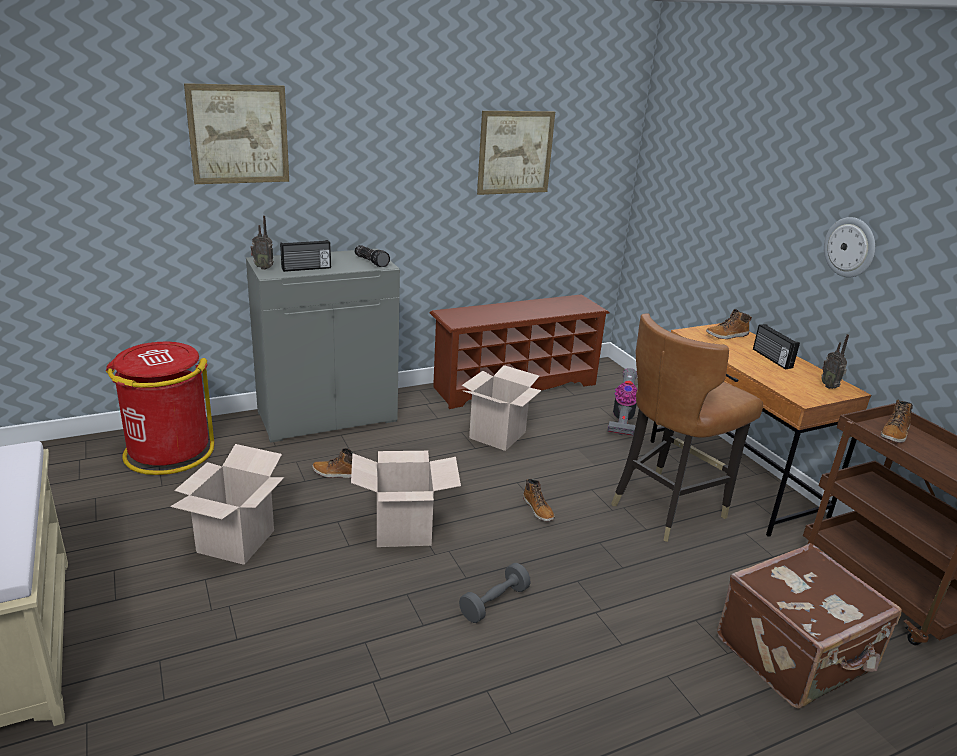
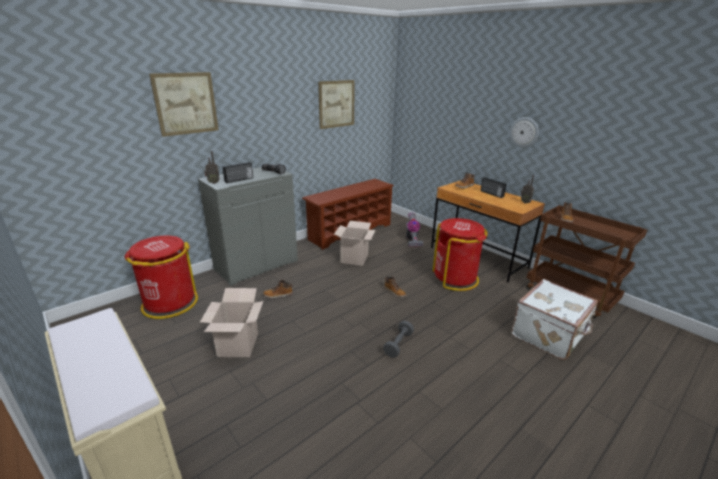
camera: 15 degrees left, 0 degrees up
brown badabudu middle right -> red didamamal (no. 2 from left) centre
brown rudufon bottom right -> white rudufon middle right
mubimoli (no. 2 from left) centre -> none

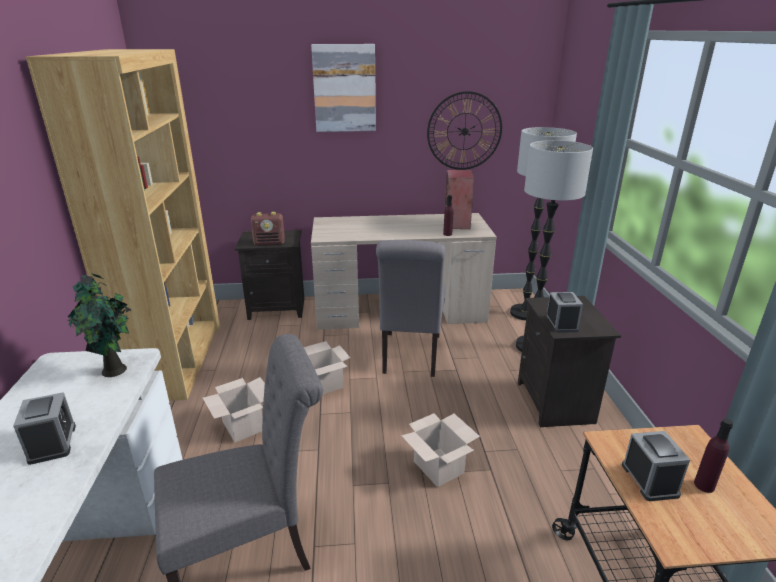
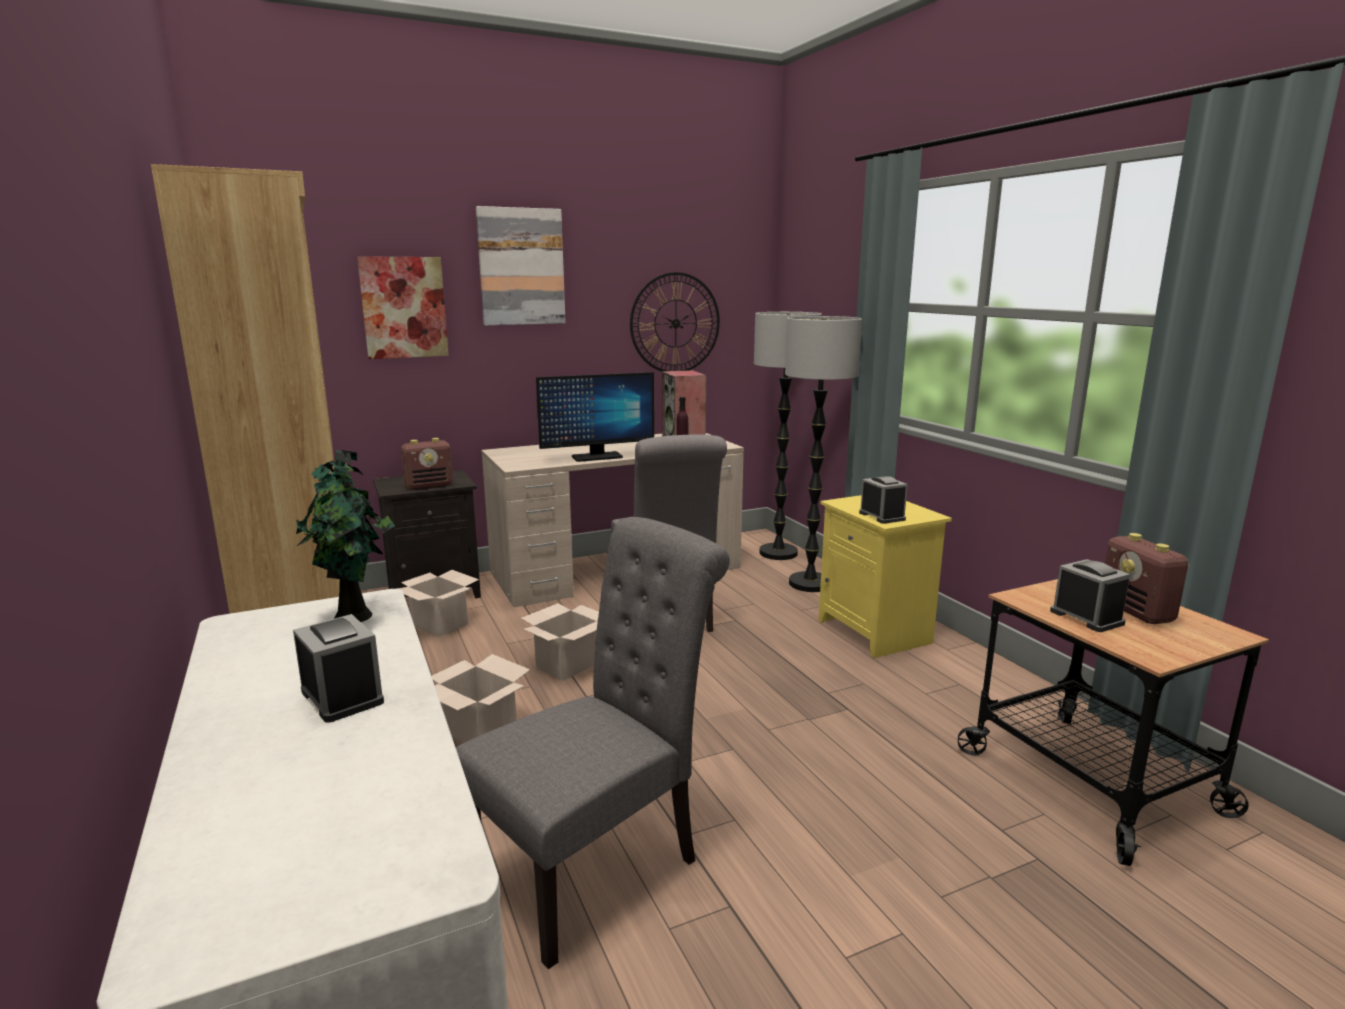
camera: 20 degrees left, 10 degrees down
none -> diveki (no. 1 from left) top left
mubimoli (no. 3 from left in the first image) bottom centre -> mubimoli (no. 1 from left) middle left, relocated
none -> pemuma centre
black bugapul (no. 2 from left) middle right -> yellow bugapul centre
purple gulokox (no. 2 from left) bottom right -> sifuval (no. 2 from left) middle right

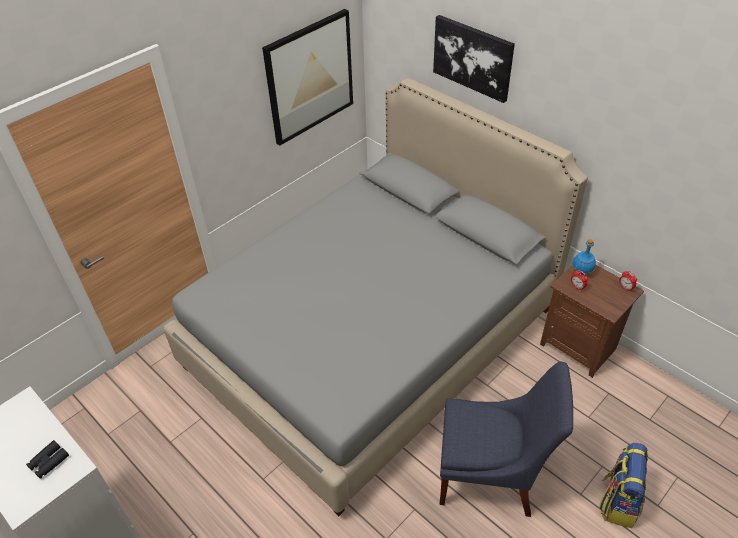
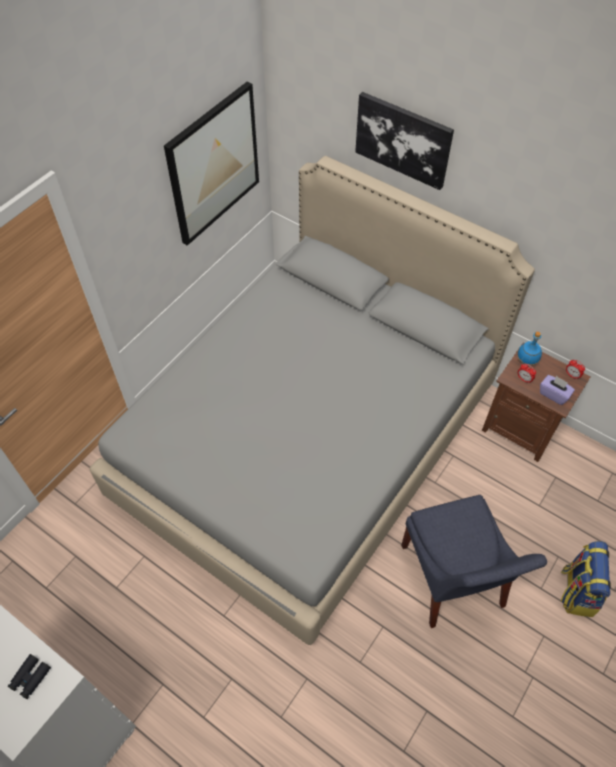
camera: 10 degrees left, 10 degrees up
blue badabudu bottom right, 75 degrees clockwise
none -> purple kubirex middle right

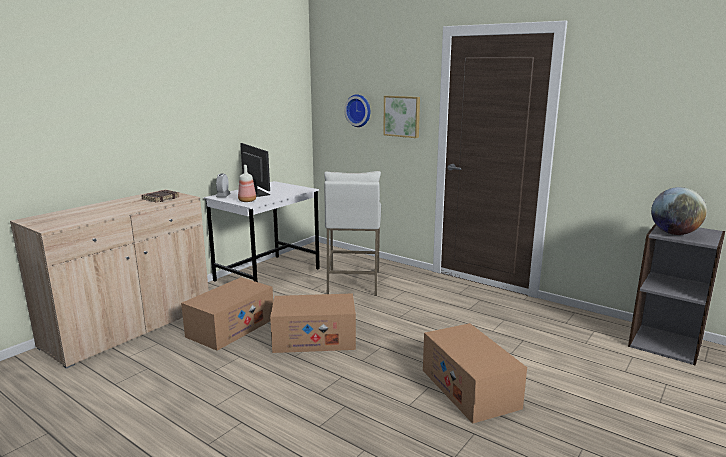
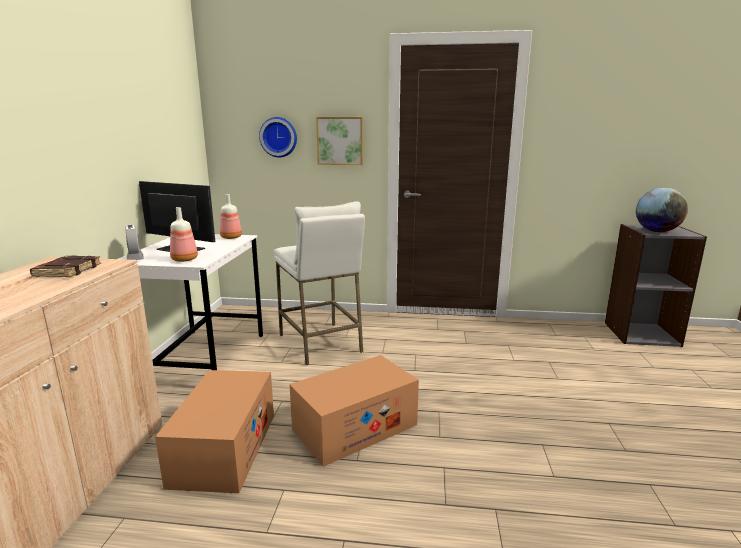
camera: 30 degrees left, 0 degrees up
none -> gulokox (no. 2 from left) middle left
mubimoli (no. 3 from left) bottom centre -> none

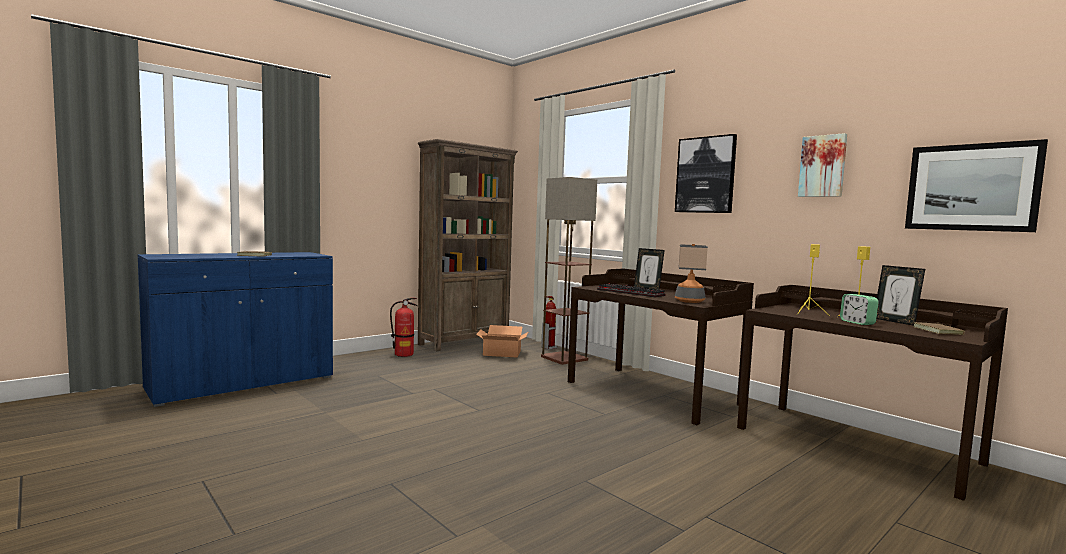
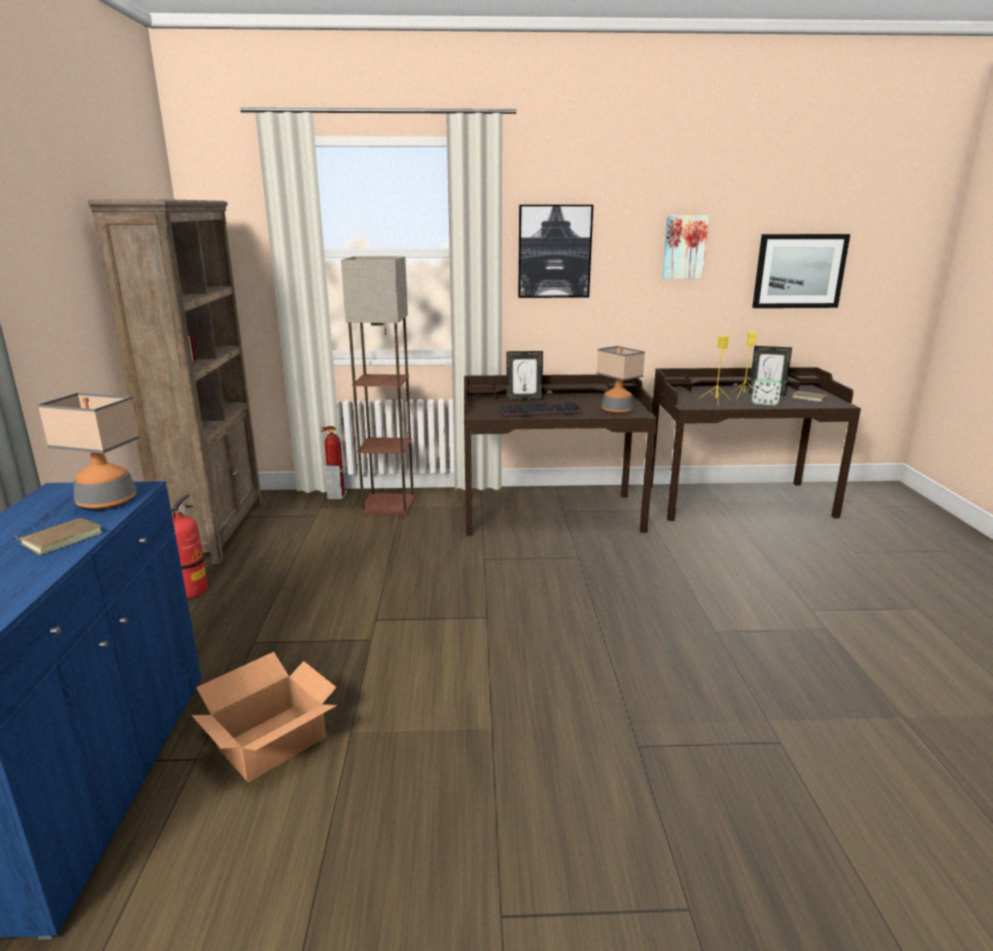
camera: 50 degrees left, 15 degrees up
none -> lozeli (no. 1 from left) middle left
mubimoli centre -> mubimoli bottom left, relocated

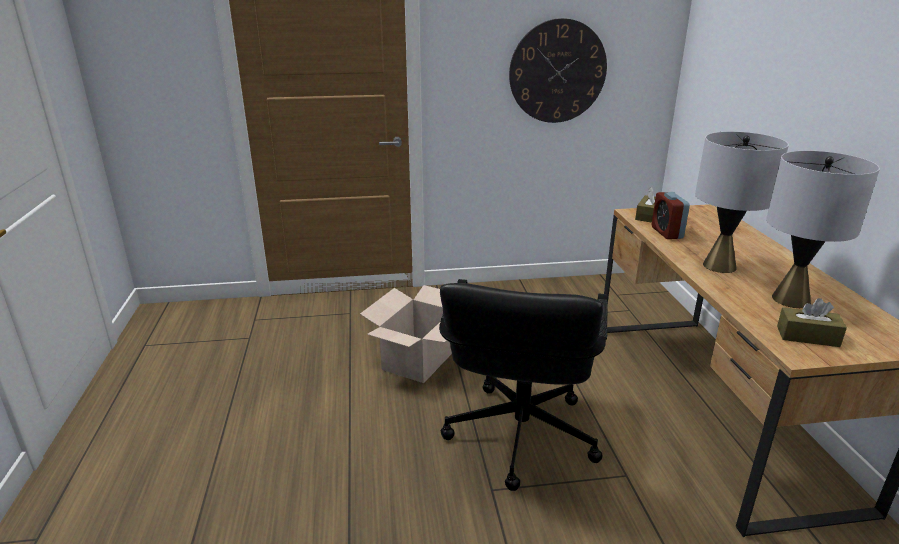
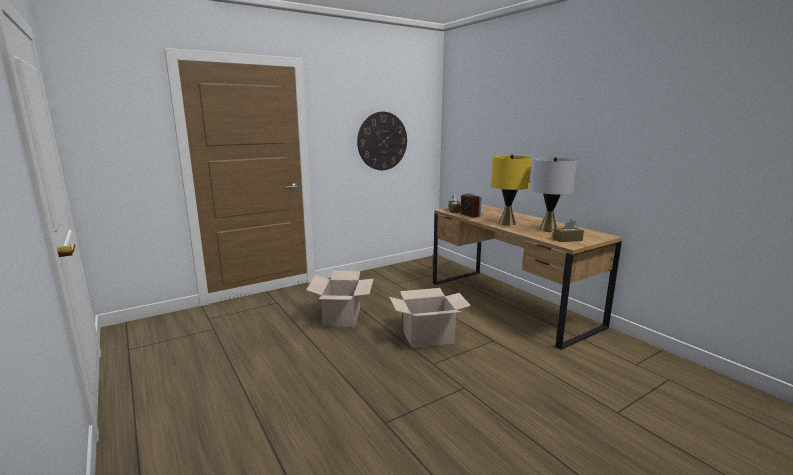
camera: 25 degrees left, 10 degrees down
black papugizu bottom centre -> mubimoli (no. 2 from left) bottom centre
grey lozeli (no. 1 from left) middle right -> yellow lozeli centre

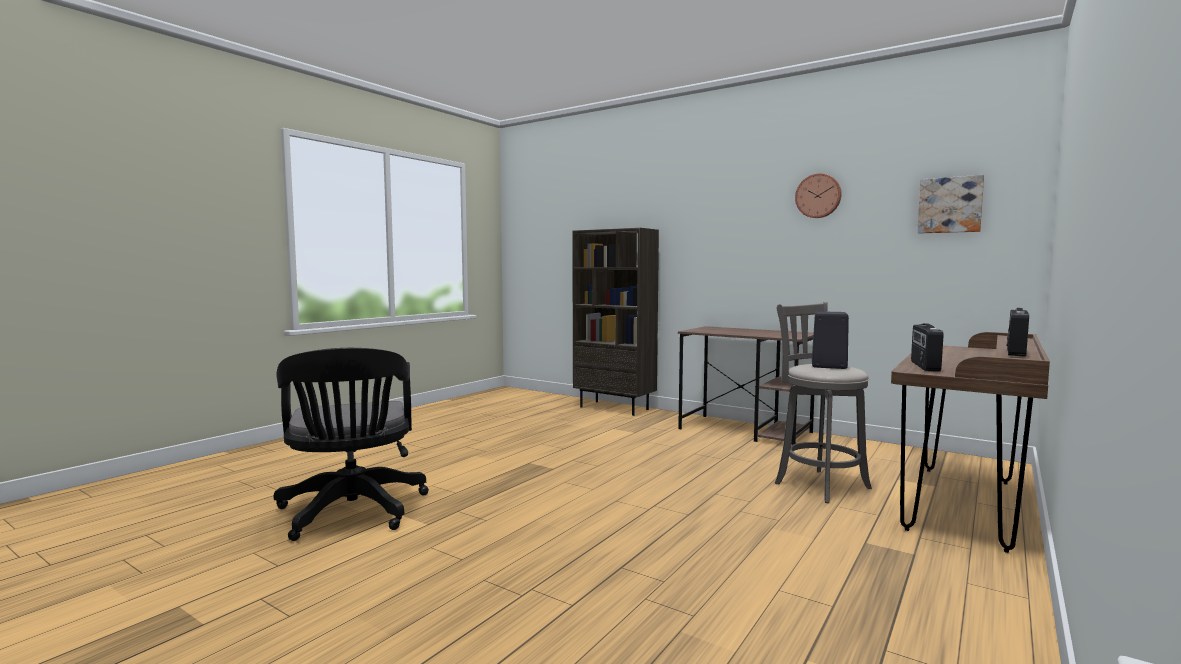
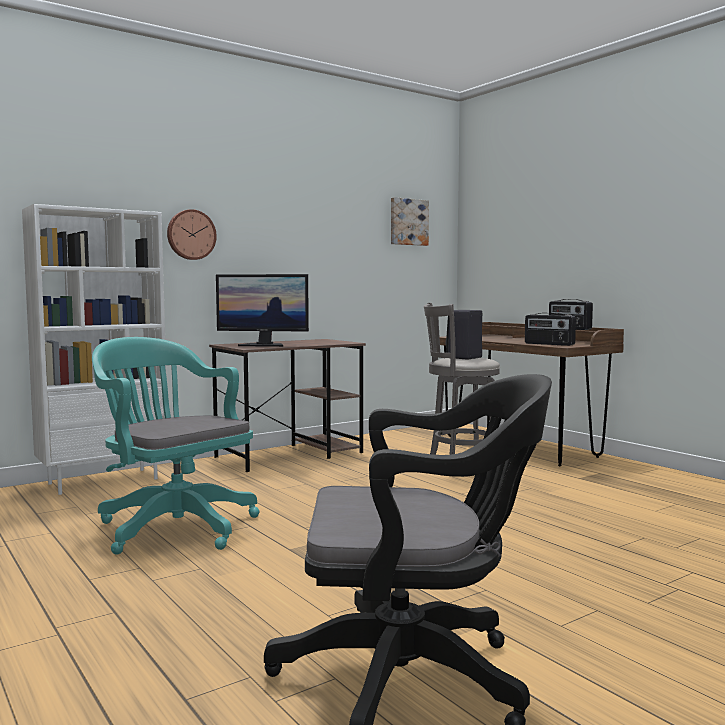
camera: 70 degrees left, 0 degrees up
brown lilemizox centre -> white lilemizox middle left
none -> turquoise papugizu middle left
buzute top right -> buzute top left, relocated
none -> pemuma centre

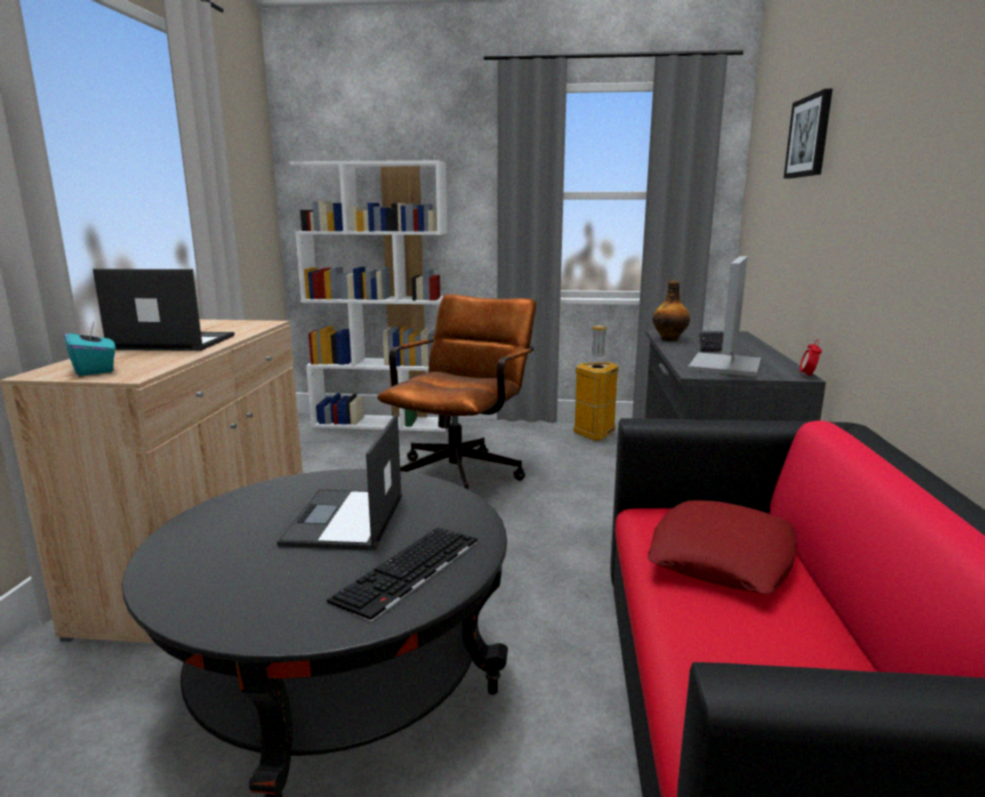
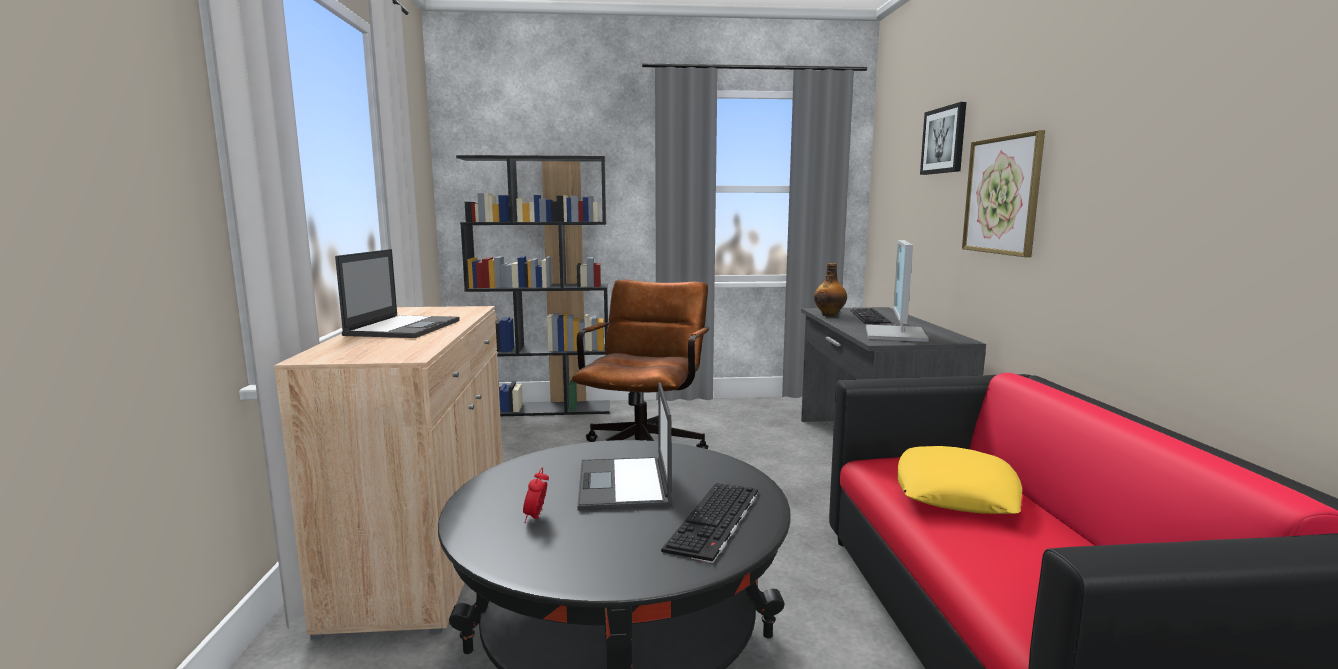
camera: 10 degrees left, 5 degrees down
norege (no. 1 from left) middle left, 105 degrees clockwise
white lilemizox centre -> black lilemizox centre
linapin middle right -> linapin bottom centre, relocated
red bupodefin bottom right -> yellow bupodefin bottom right
none -> diveki (no. 2 from left) top right
turquoise kubirex middle left -> none
didamamal centre -> none

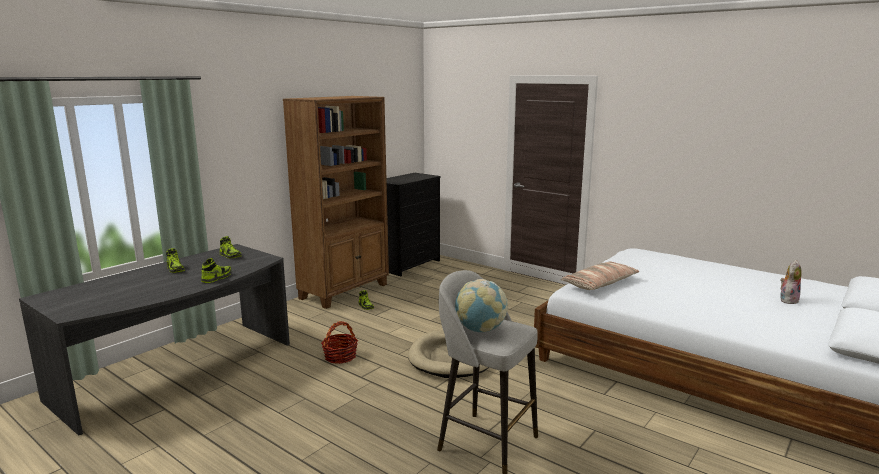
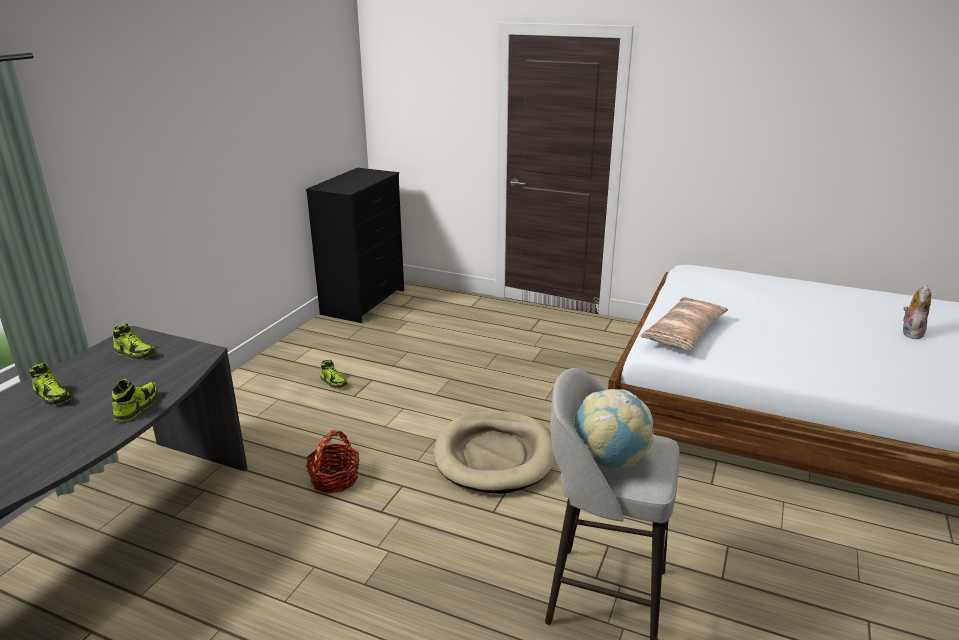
camera: 15 degrees left, 10 degrees up
brown lilemizox centre -> none

